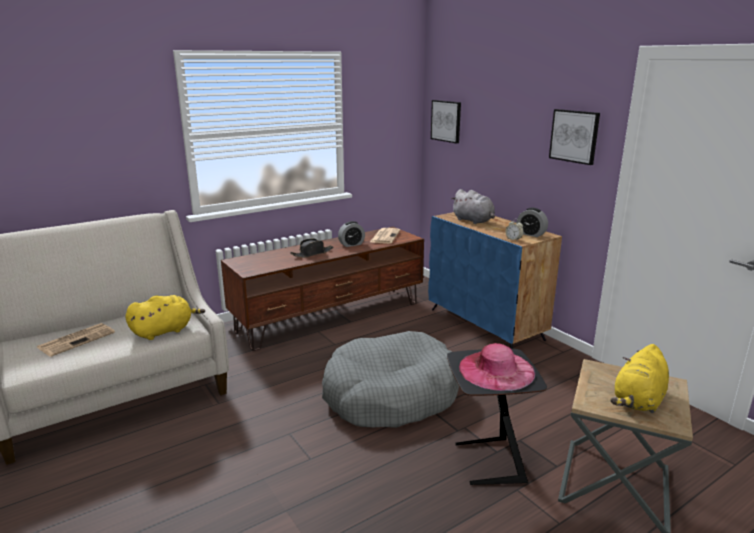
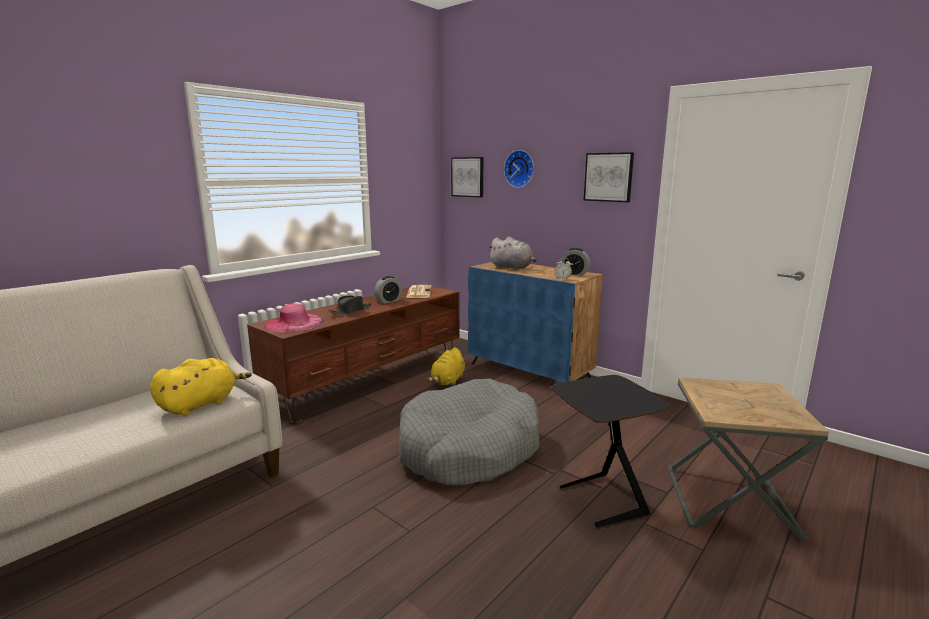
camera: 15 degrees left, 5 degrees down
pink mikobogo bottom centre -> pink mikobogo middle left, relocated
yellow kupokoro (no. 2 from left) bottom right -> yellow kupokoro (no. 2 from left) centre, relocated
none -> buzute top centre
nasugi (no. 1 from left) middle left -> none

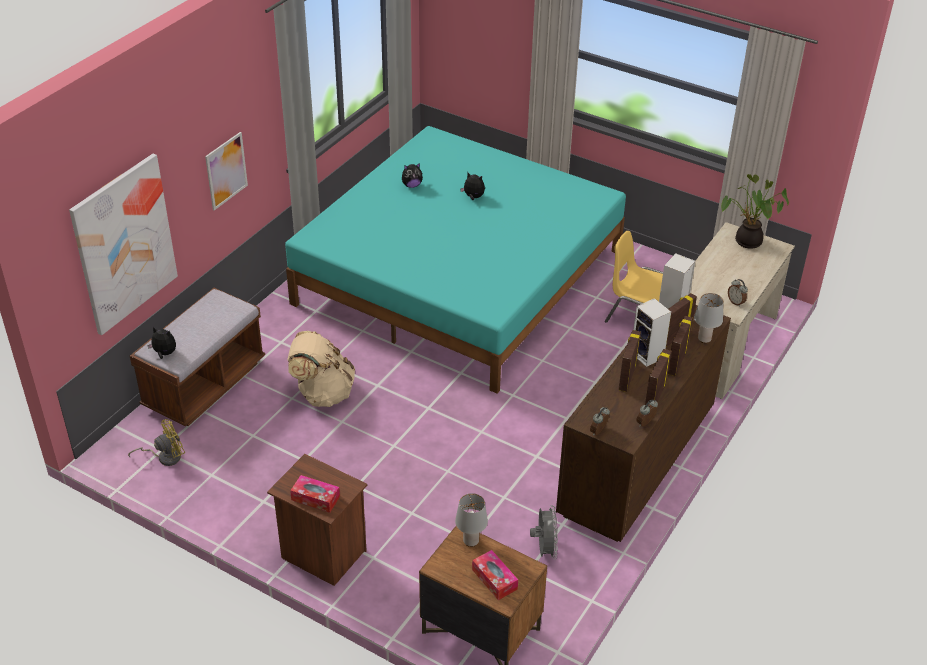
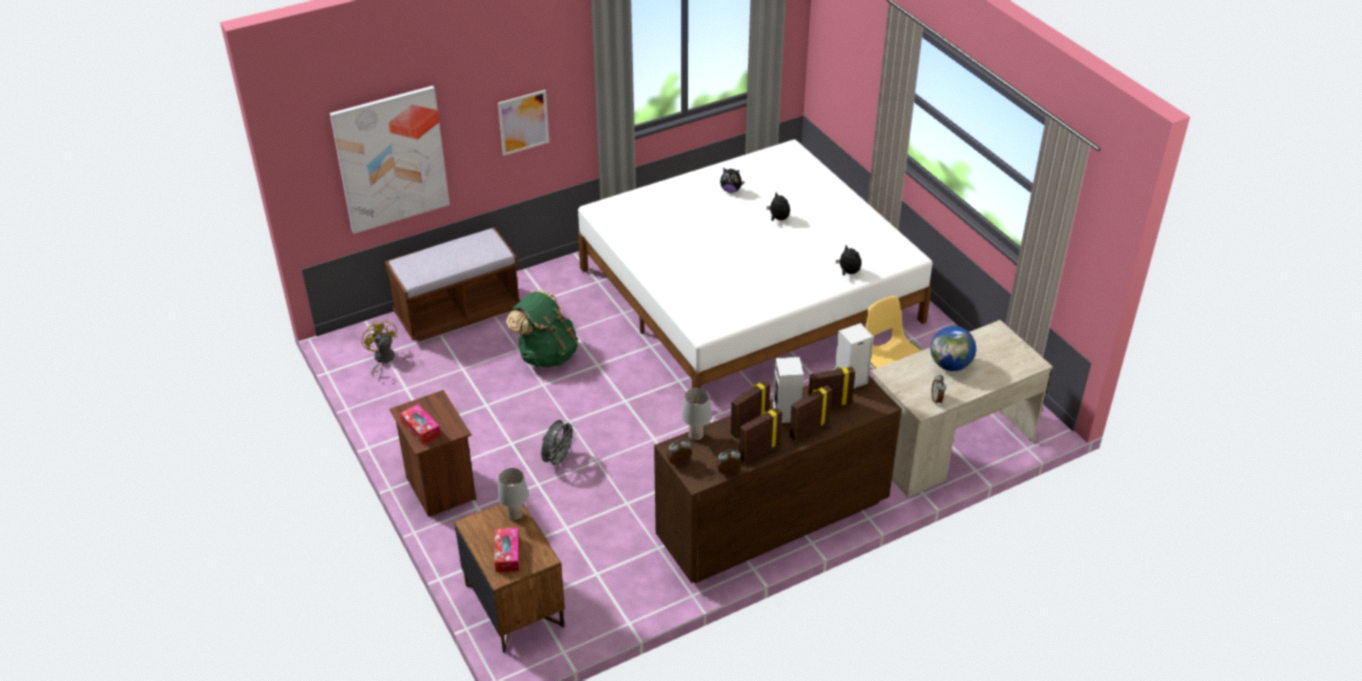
camera: 30 degrees right, 0 degrees up
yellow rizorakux middle left, 120 degrees counterclockwise
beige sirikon centre -> green sirikon centre
grey rizorakux bottom centre -> grey rizorakux centre, relocated
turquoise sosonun centre -> white sosonun centre
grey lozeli (no. 2 from left) middle right -> grey lozeli (no. 2 from left) centre, relocated
kupokoro (no. 1 from left in the first image) middle left -> kupokoro (no. 3 from left) centre, relocated
none -> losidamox middle right
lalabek top right -> none

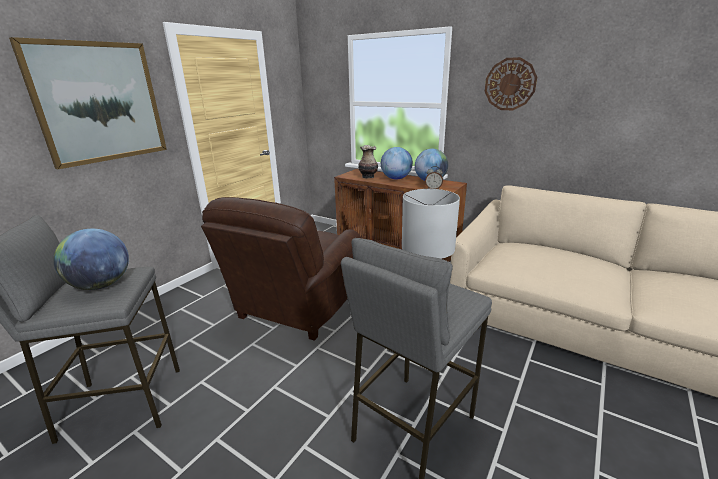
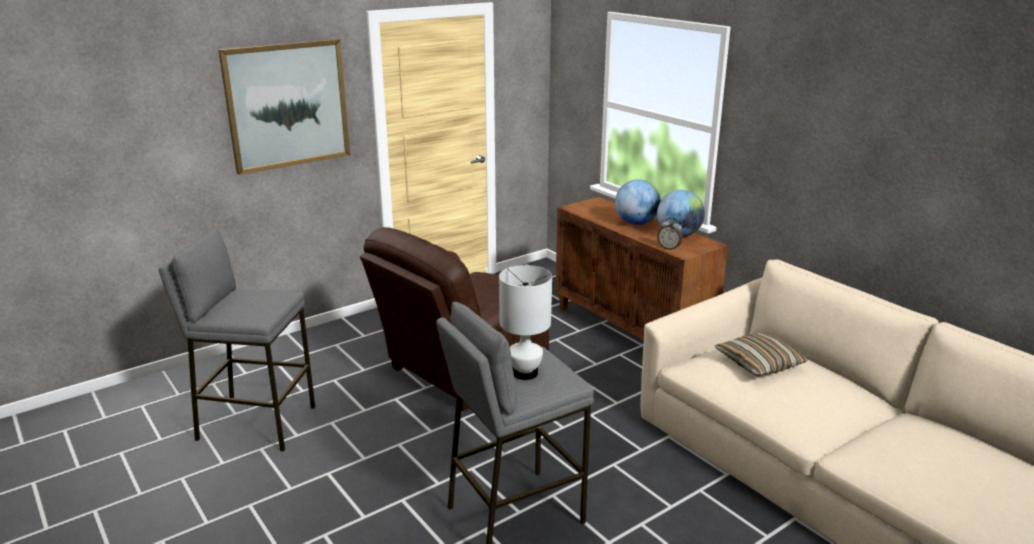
camera: 20 degrees right, 0 degrees up
none -> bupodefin middle right
losidamox (no. 1 from left) middle left -> none
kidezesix centre -> none
buzute top right -> none

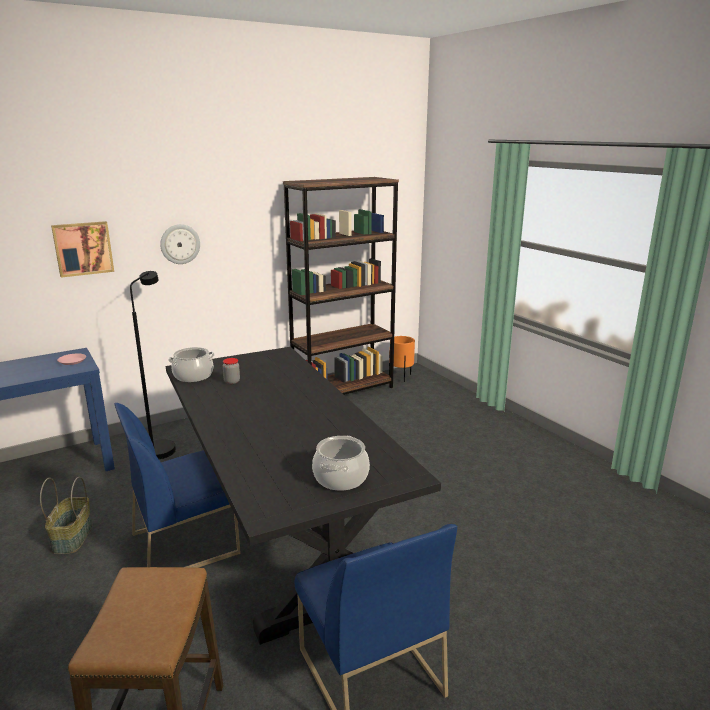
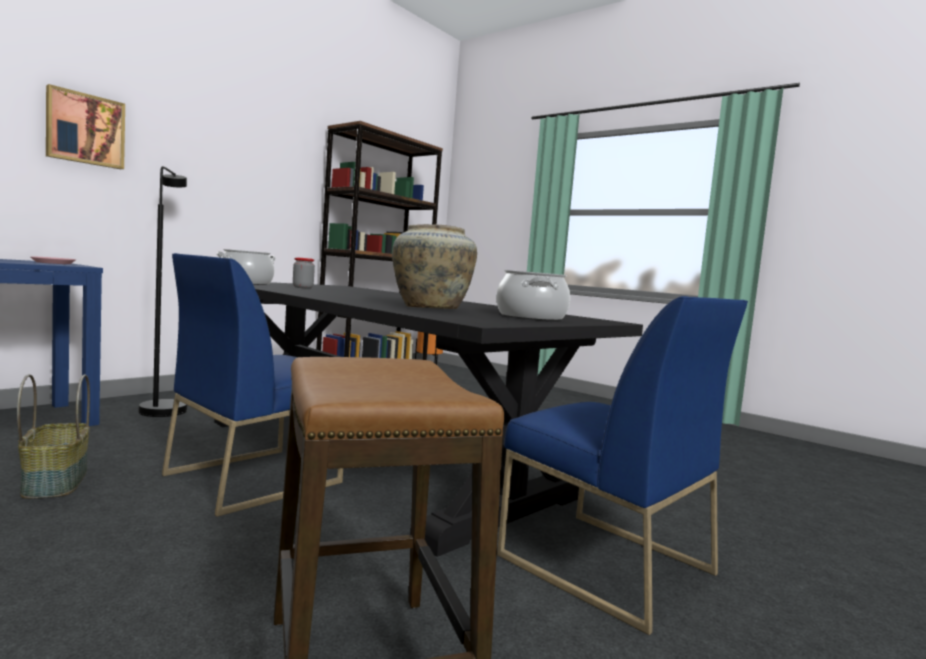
camera: 20 degrees left, 15 degrees down
none -> beige kidezesix centre
buzute middle left -> none

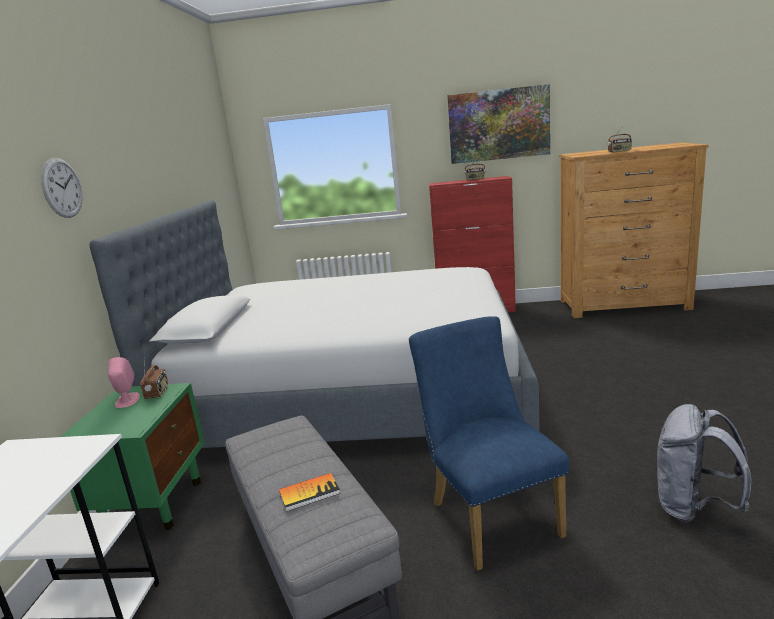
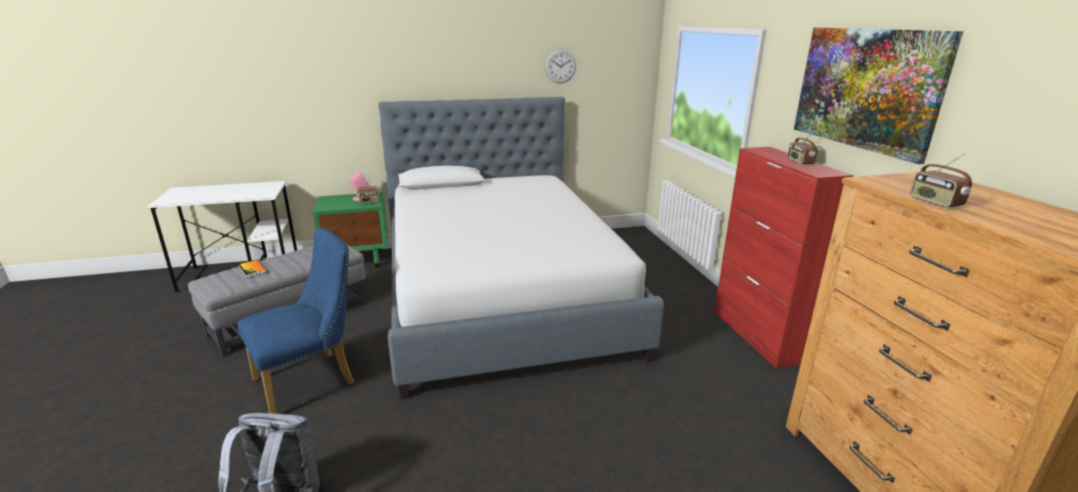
camera: 70 degrees right, 5 degrees up
buzute top left -> buzute top centre, relocated

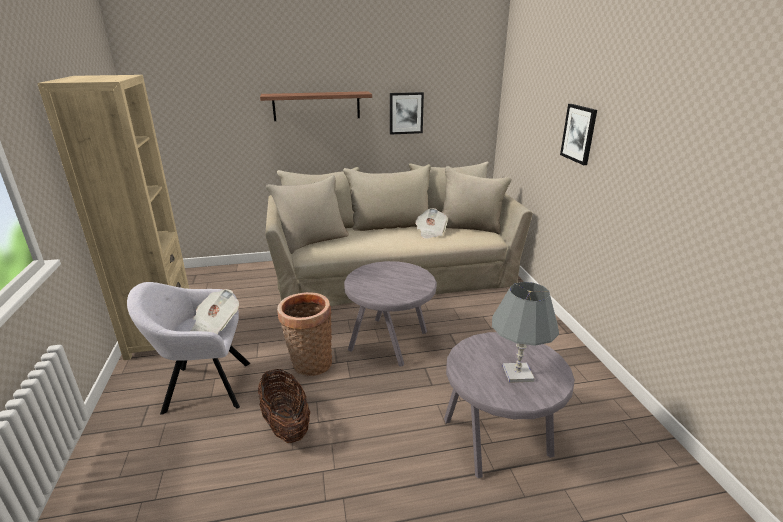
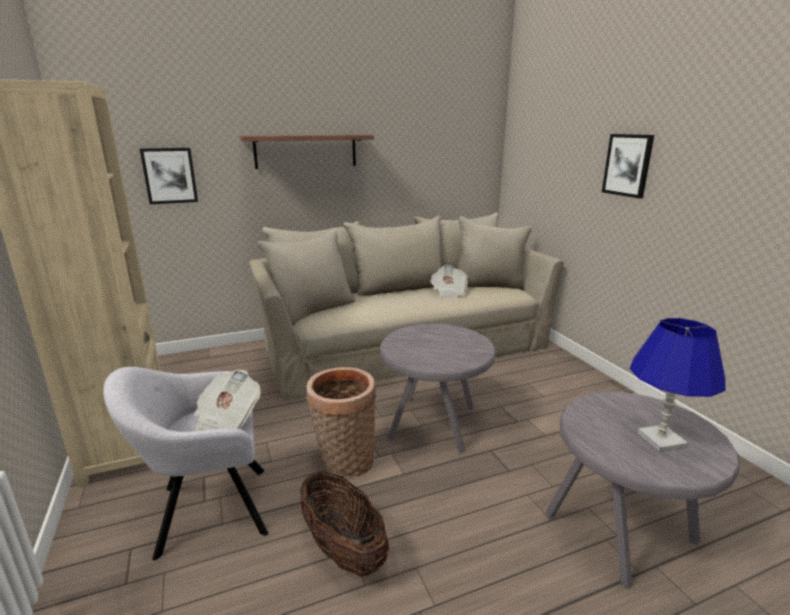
camera: 10 degrees left, 5 degrees down
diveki (no. 1 from left) top centre -> diveki (no. 1 from left) top left, relocated
grey lozeli middle right -> blue lozeli middle right

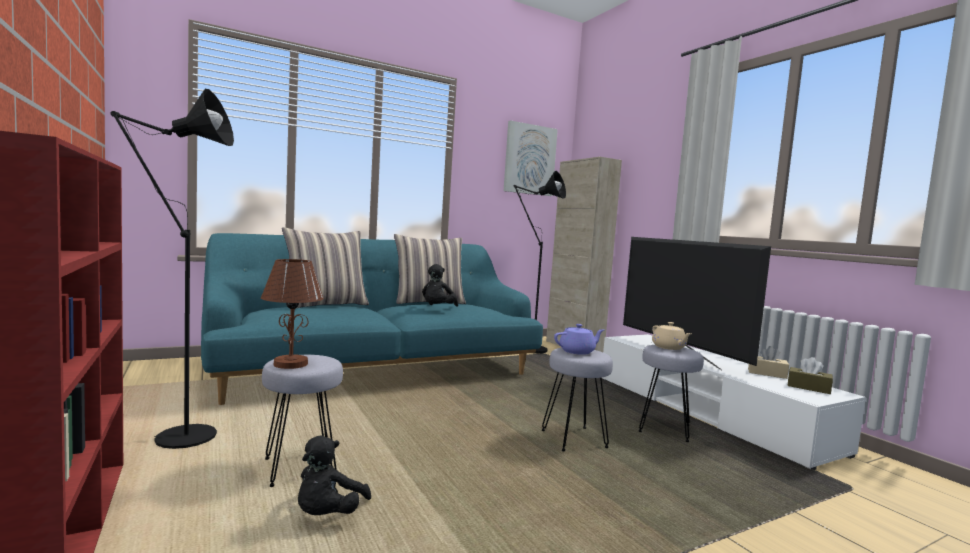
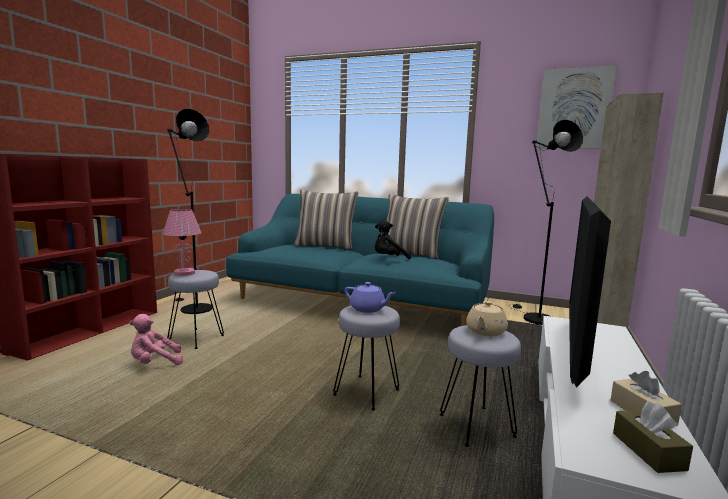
camera: 50 degrees right, 5 degrees up
black kupokoro (no. 1 from left) bottom centre -> pink kupokoro bottom left
brown lozeli middle left -> pink lozeli middle left

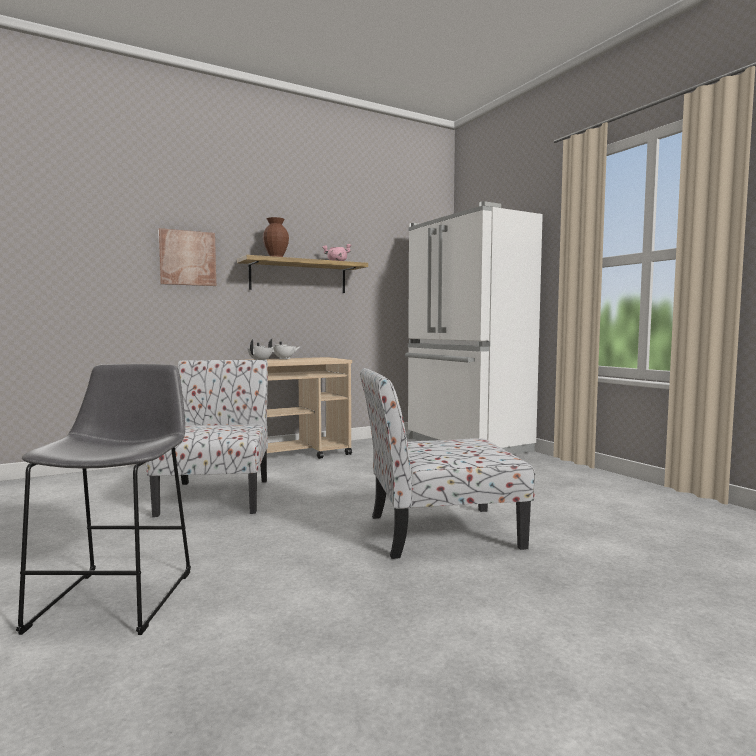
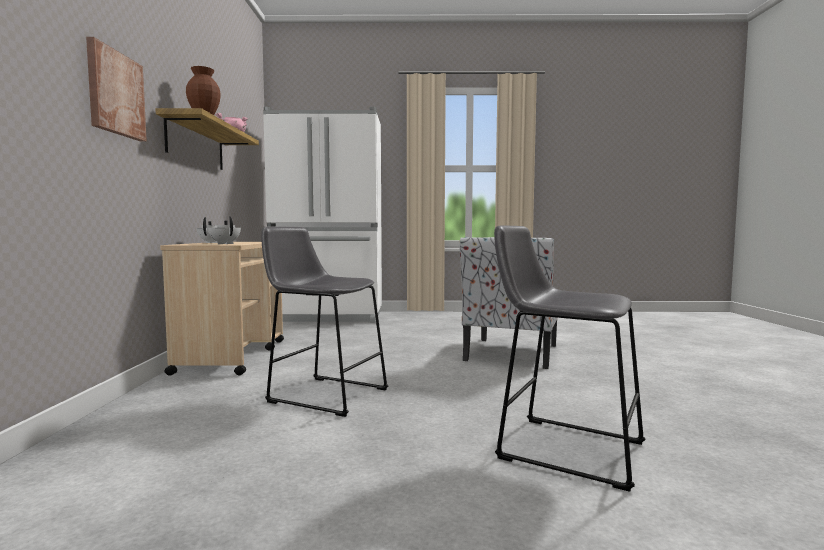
camera: 60 degrees left, 0 degrees up
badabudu (no. 1 from left) middle left -> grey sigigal (no. 1 from left) centre

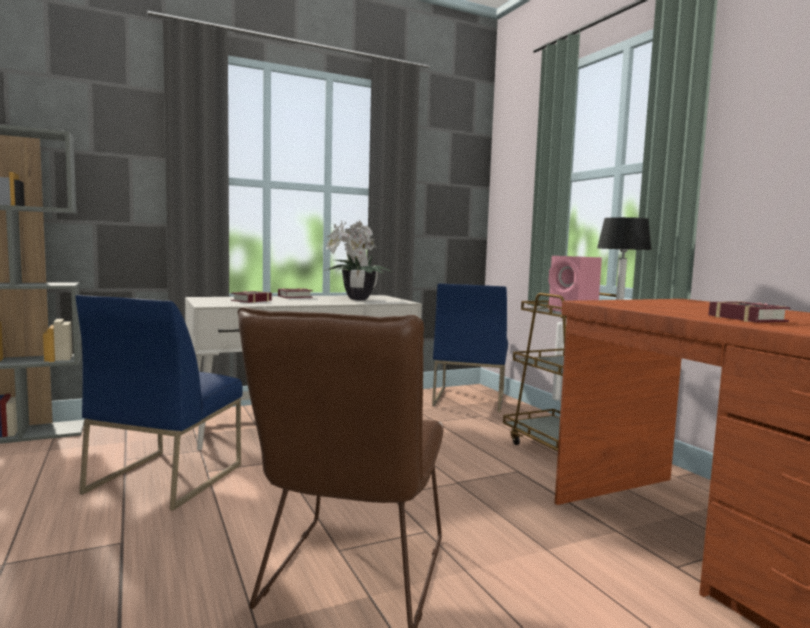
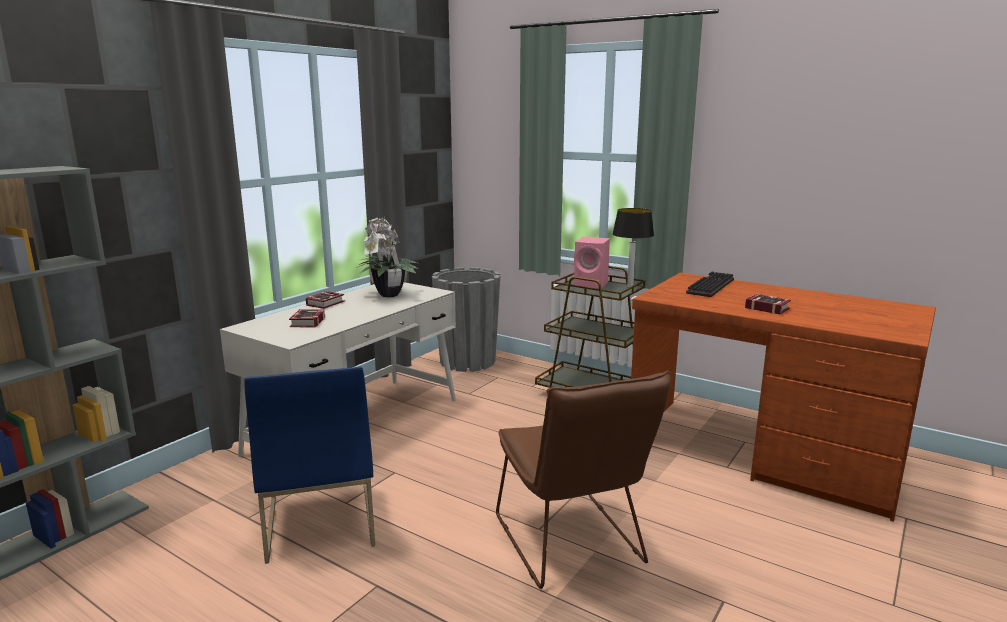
camera: 30 degrees left, 10 degrees up
blue badabudu (no. 2 from left) centre -> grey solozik centre
none -> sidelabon middle right

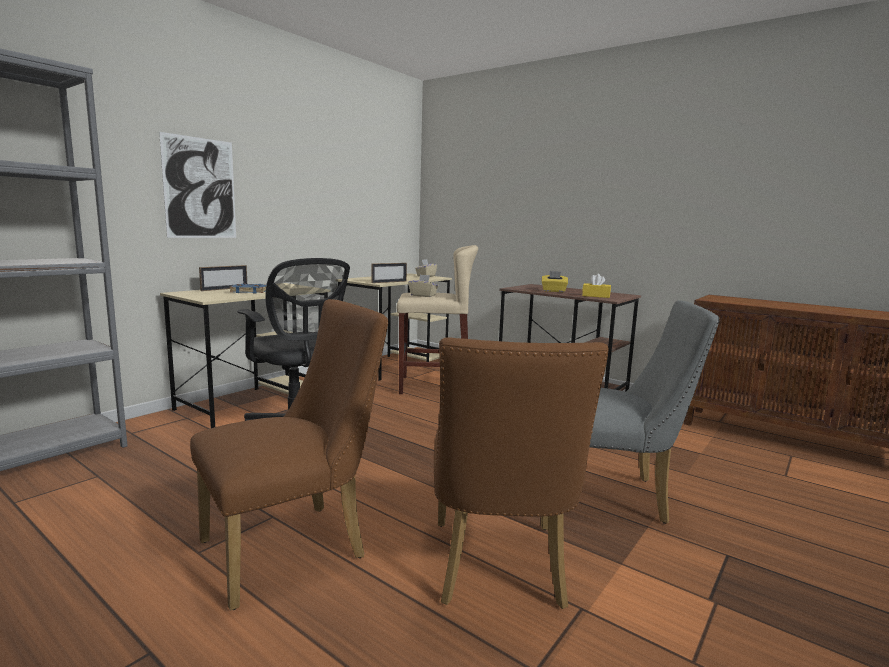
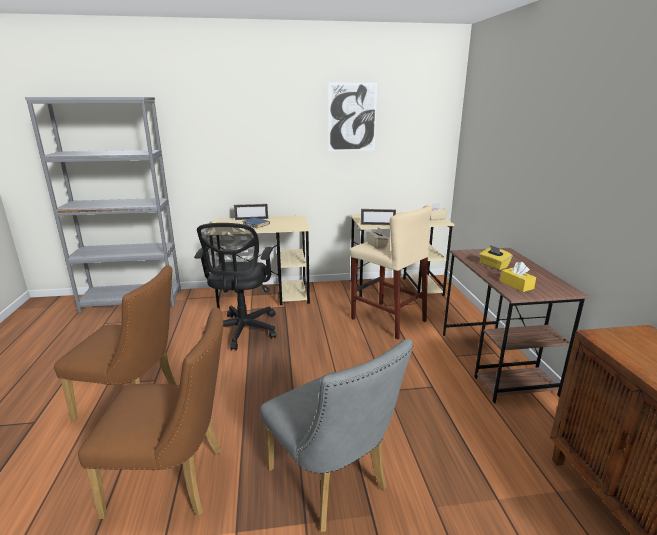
camera: 45 degrees right, 10 degrees up
brown badabudu (no. 2 from left) bottom centre -> brown badabudu (no. 2 from left) bottom left, 135 degrees counterclockwise
diveki top left -> diveki top centre, relocated

